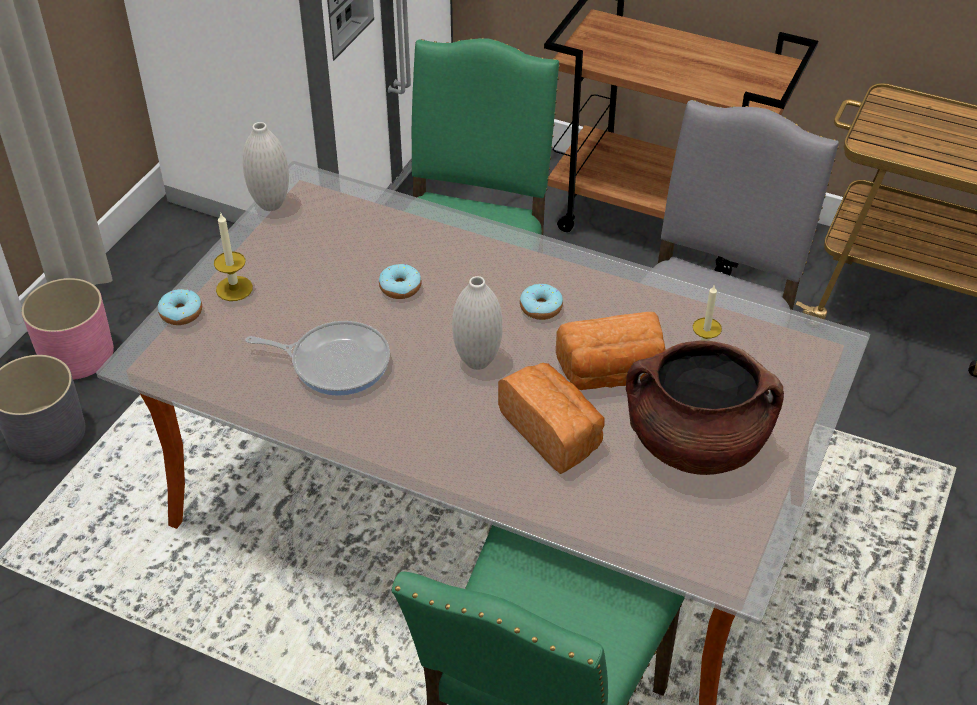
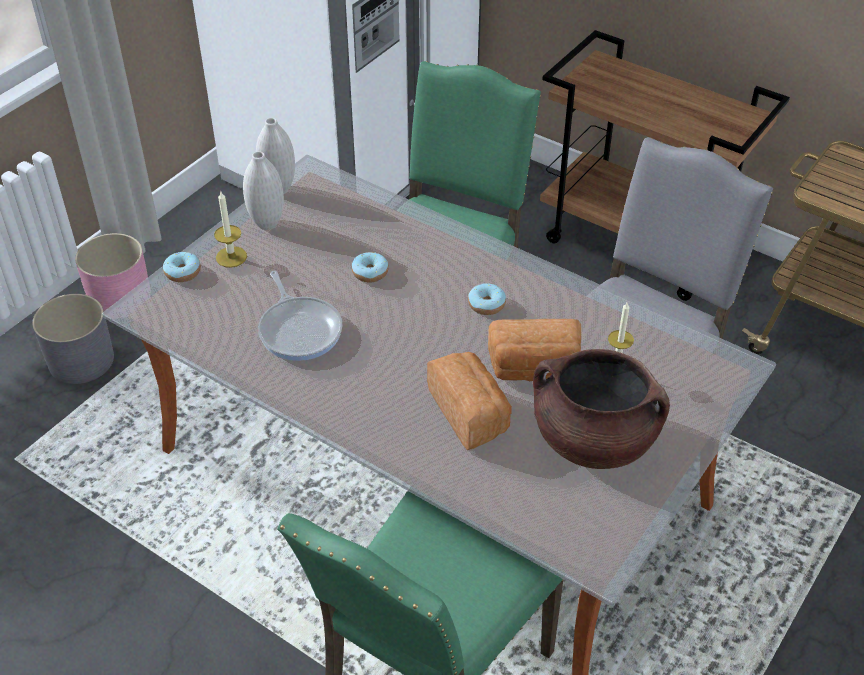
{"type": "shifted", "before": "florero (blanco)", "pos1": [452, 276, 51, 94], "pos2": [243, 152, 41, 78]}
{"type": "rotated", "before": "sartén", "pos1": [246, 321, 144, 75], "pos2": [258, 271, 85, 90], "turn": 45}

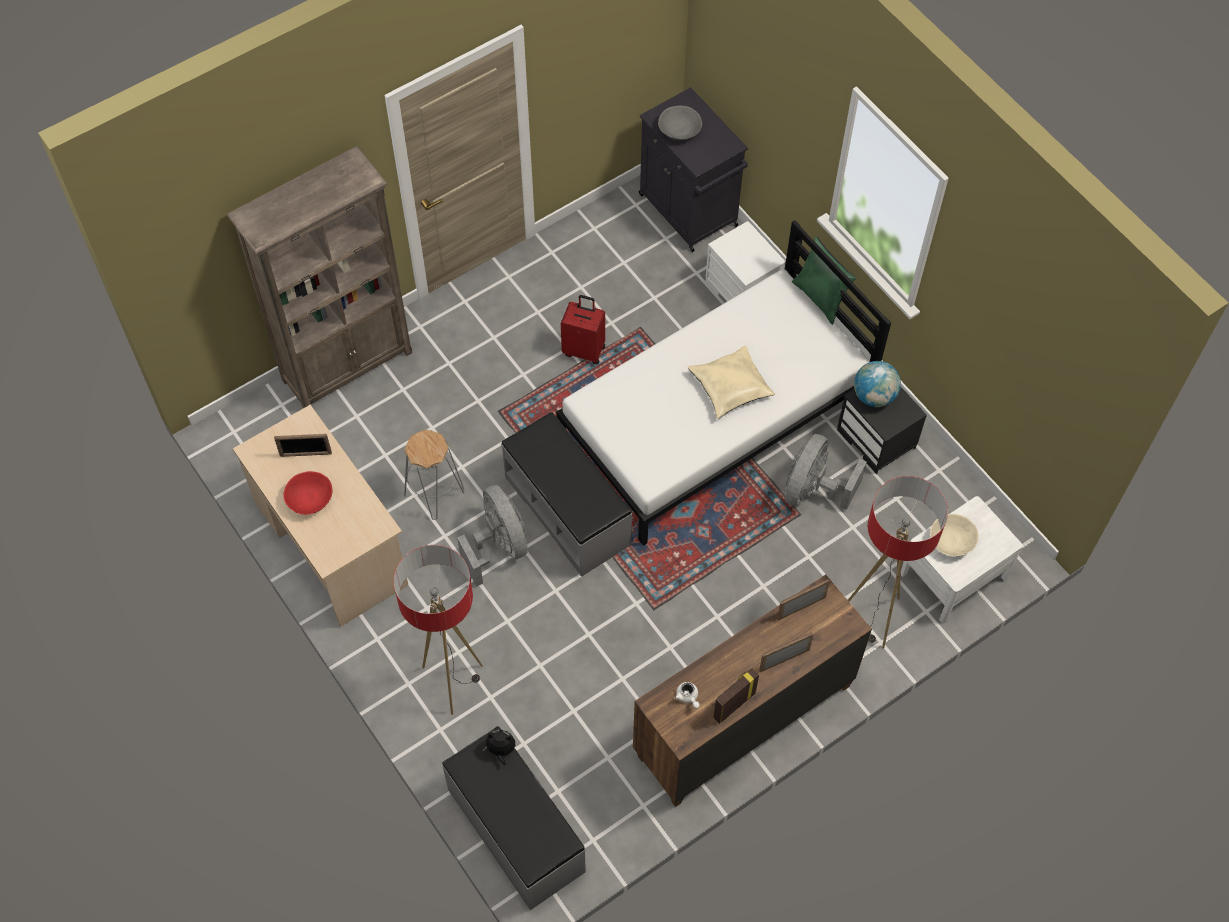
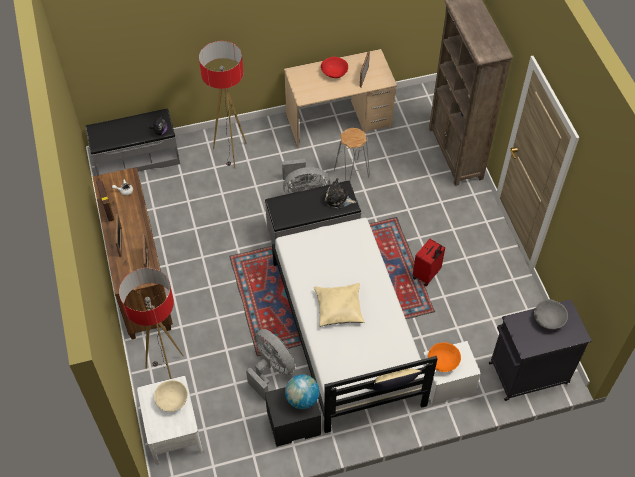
{"type": "new", "after": "peluche", "pos2": [324, 178, 32, 31]}
{"type": "repainted", "before": "cojín (verde)", "after": "cojín (beis)", "pos1": [792, 237, 64, 88], "pos2": [366, 368, 56, 23]}
{"type": "new", "after": "cuenco (naranja)", "pos2": [428, 342, 33, 30]}

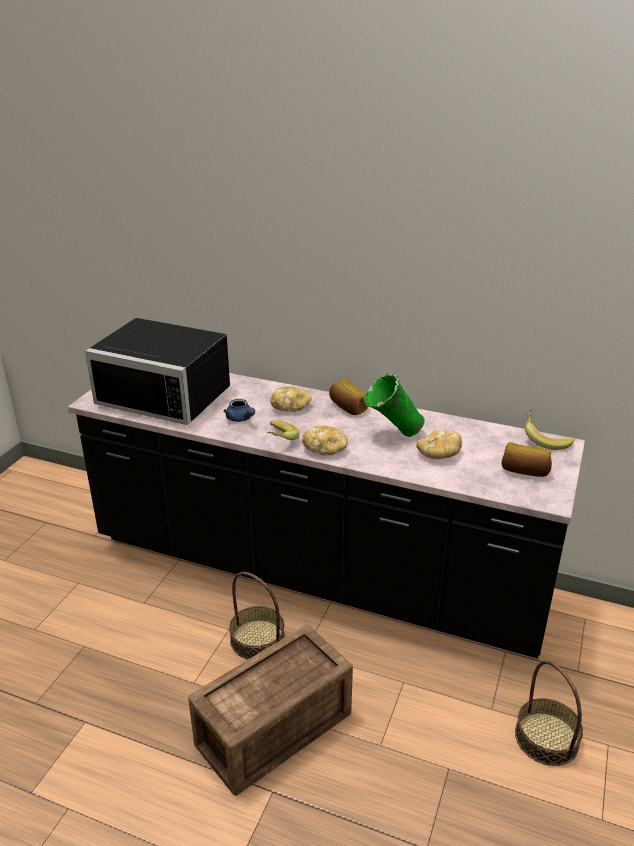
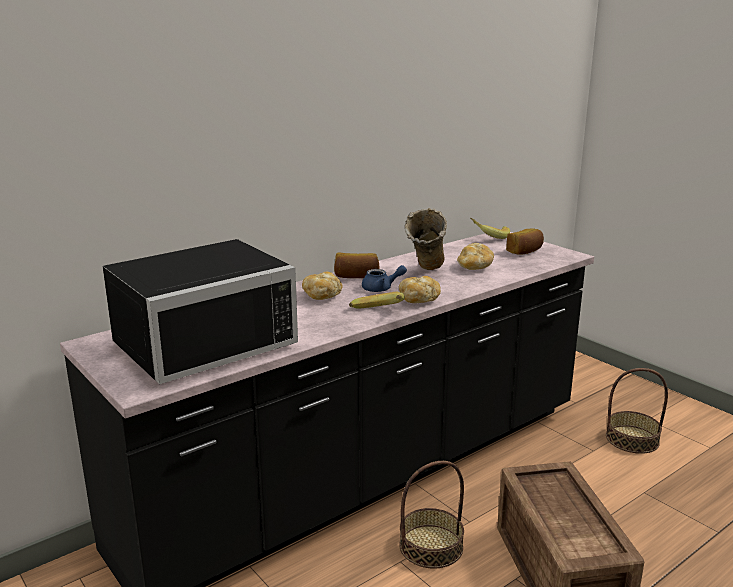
{"type": "shifted", "before": "tetera (azul)", "pos1": [223, 399, 32, 23], "pos2": [362, 265, 45, 27]}
{"type": "repainted", "before": "florero (verde)", "after": "florero (beis)", "pos1": [364, 373, 61, 64], "pos2": [405, 208, 42, 62]}

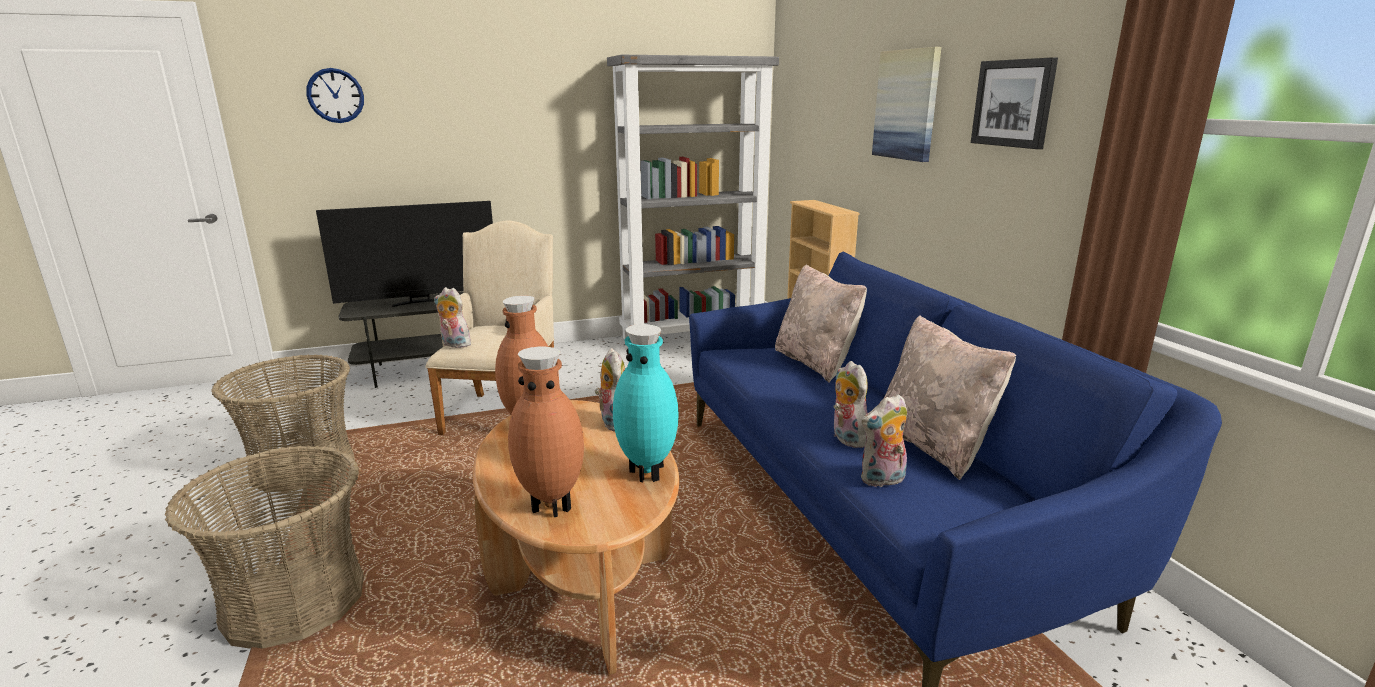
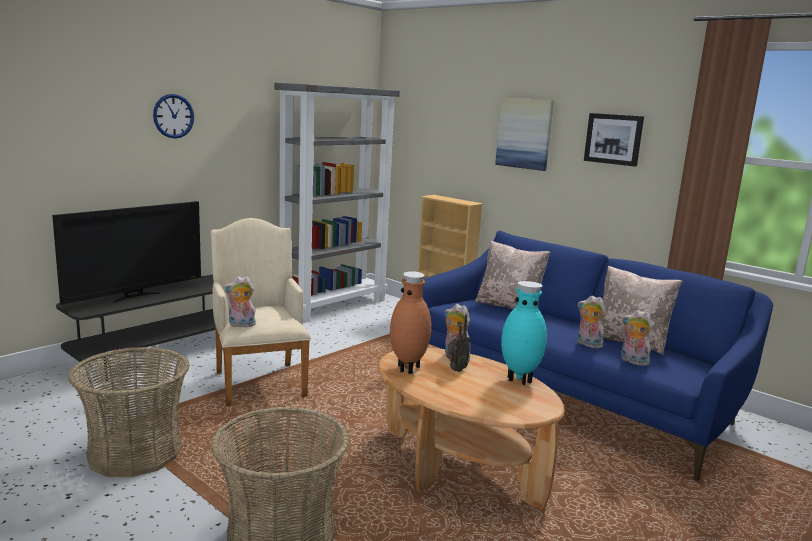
{"type": "shifted", "before": "reloj de pared", "pos1": [306, 68, 58, 55], "pos2": [153, 94, 41, 45]}
{"type": "new", "after": "radio", "pos2": [447, 314, 23, 58]}
{"type": "rotated", "before": "peluche", "pos1": [861, 394, 49, 94], "pos2": [621, 310, 32, 56], "turn": 90}
{"type": "gone", "before": "florero (marrón)", "pos1": [508, 347, 76, 170]}

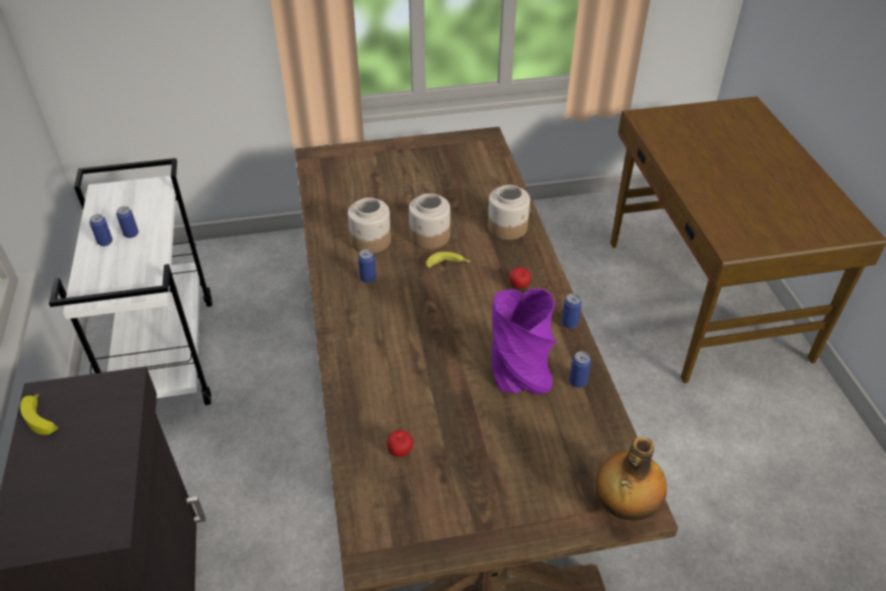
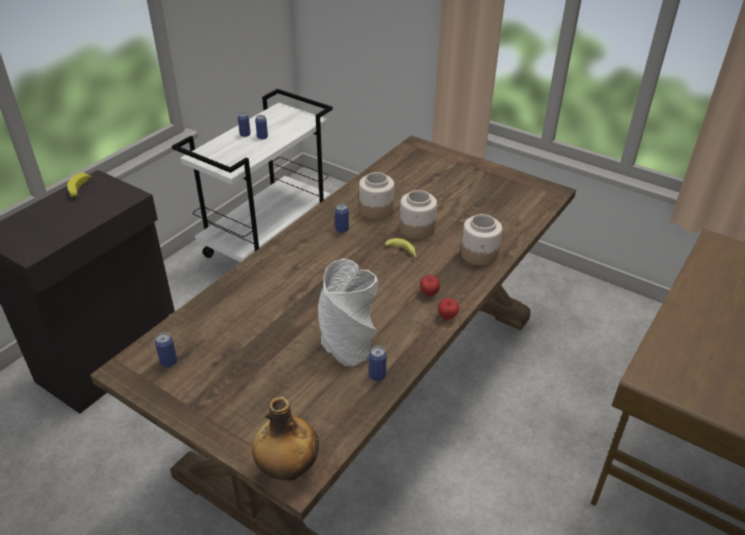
{"type": "shifted", "before": "lata", "pos1": [561, 293, 21, 35], "pos2": [155, 333, 22, 34]}
{"type": "repainted", "before": "florero (morado)", "after": "florero (gris)", "pos1": [492, 288, 64, 106], "pos2": [318, 259, 60, 107]}
{"type": "shifted", "before": "manzana", "pos1": [387, 430, 26, 27], "pos2": [438, 298, 21, 21]}

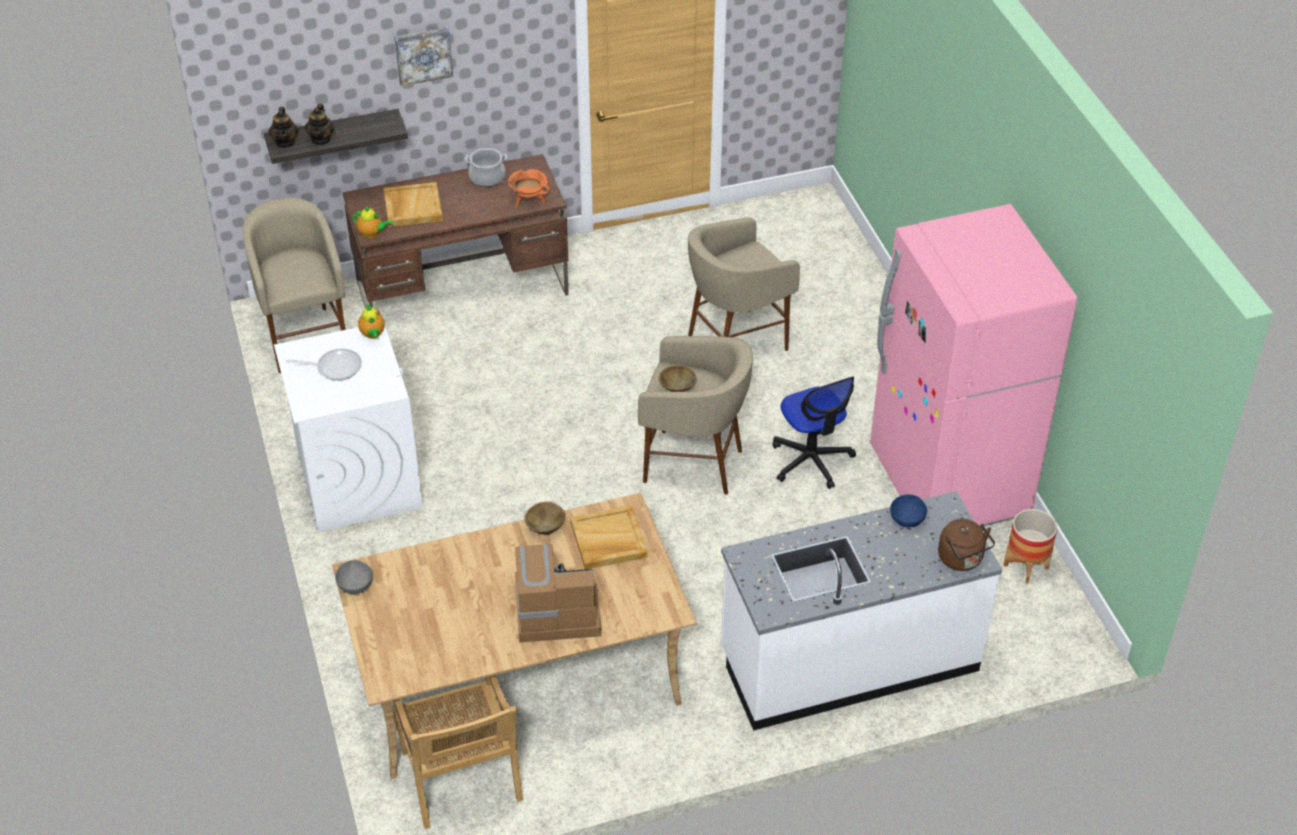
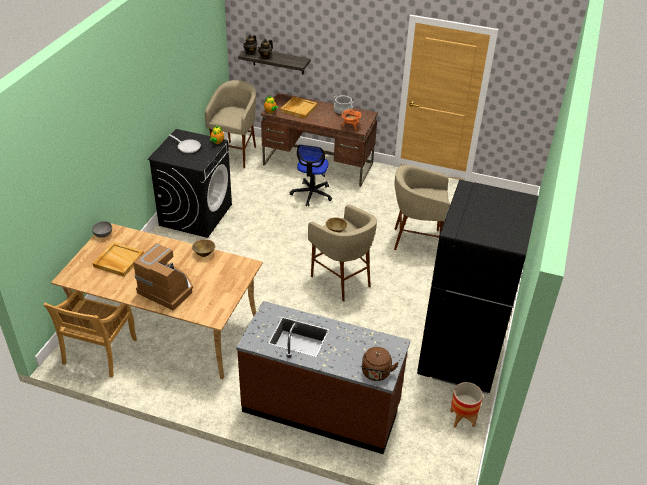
{"type": "shifted", "before": "bandeja (beis)", "pos1": [570, 505, 78, 64], "pos2": [93, 242, 51, 35]}
{"type": "repainted", "before": "lavadora (blanco)", "after": "lavadora (negro)", "pos1": [274, 325, 149, 207], "pos2": [148, 129, 84, 109]}
{"type": "repainted", "before": "mueble bajo de cocina (blanco)", "after": "mueble bajo de cocina (marrón)", "pos1": [721, 491, 281, 240], "pos2": [236, 301, 174, 153]}
{"type": "shifted", "before": "silla de oficina", "pos1": [773, 376, 83, 113], "pos2": [289, 144, 43, 62]}
{"type": "repainted", "before": "nevera (rosa)", "after": "nevera (negro)", "pos1": [870, 204, 207, 322], "pos2": [417, 180, 121, 214]}
{"type": "gone", "before": "cuadro", "pos1": [394, 27, 59, 59]}
{"type": "gone", "before": "cuenco (azul)", "pos1": [890, 494, 37, 33]}

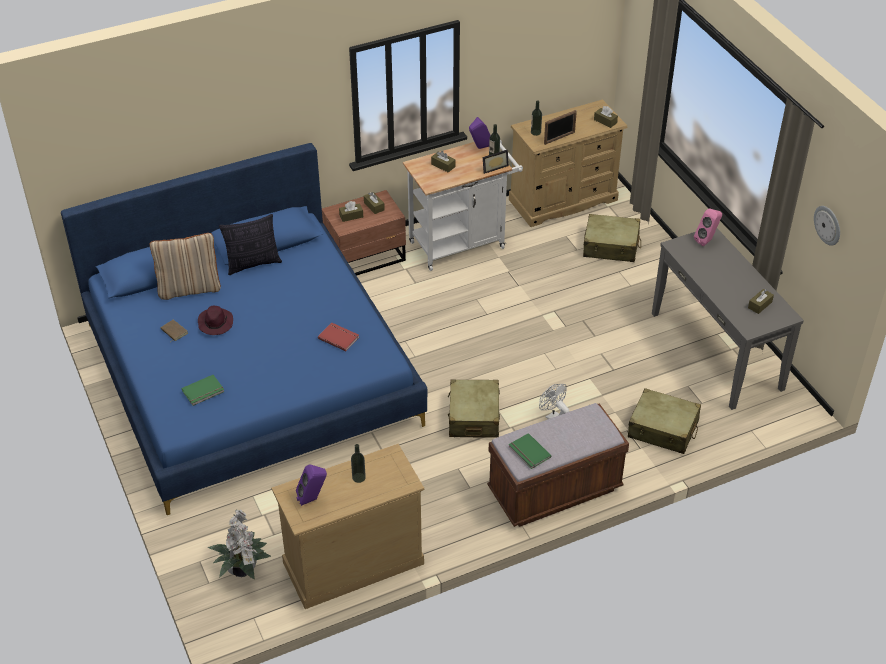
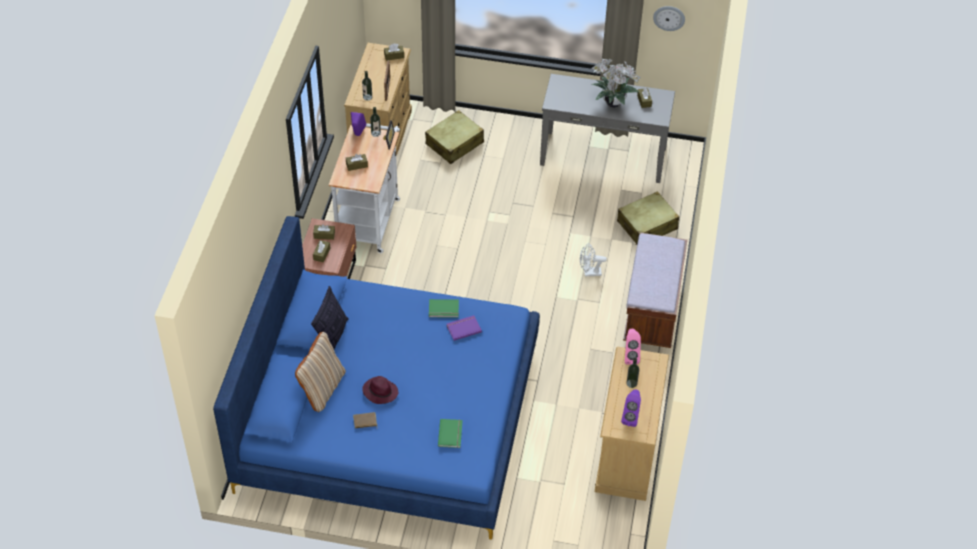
{"type": "shifted", "before": "libro (verde)", "pos1": [509, 433, 42, 36], "pos2": [429, 299, 30, 19]}
{"type": "repainted", "before": "libro (rojo)", "after": "libro (morado)", "pos1": [318, 323, 41, 28], "pos2": [446, 315, 36, 26]}
{"type": "shifted", "before": "planta en maceta", "pos1": [207, 509, 64, 70], "pos2": [592, 58, 49, 50]}
{"type": "shifted", "before": "altavoz (rosa)", "pos1": [694, 208, 28, 38], "pos2": [625, 329, 16, 36]}
{"type": "gone", "before": "maleta (beis)", "pos1": [448, 380, 52, 58]}

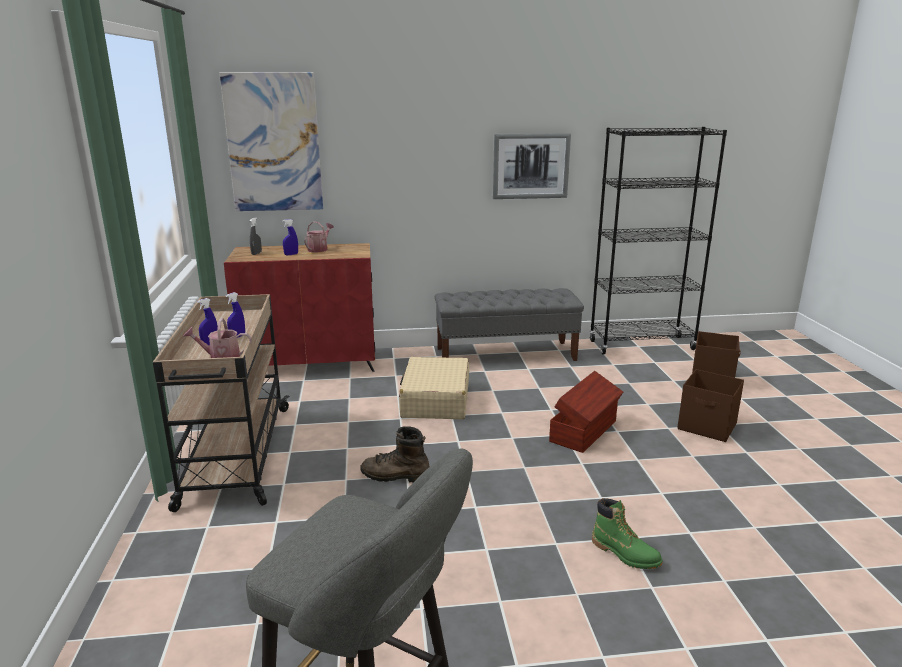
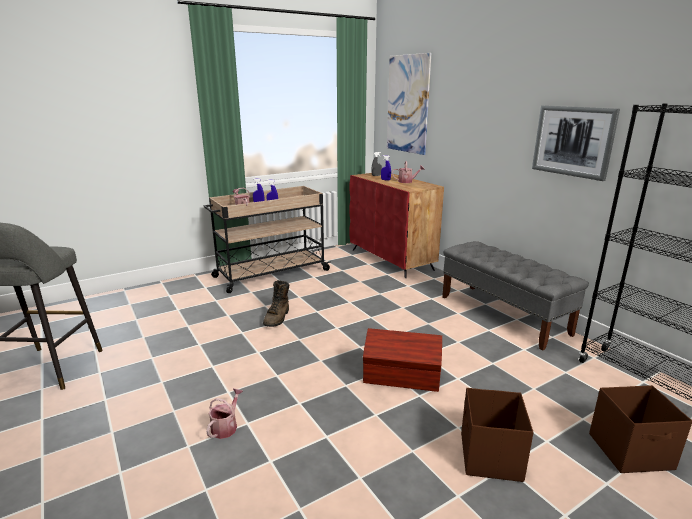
{"type": "swapped", "before": "bota (verde)", "after": "regadera", "pos1": [592, 498, 71, 71], "pos2": [206, 388, 37, 51]}
{"type": "rotated", "before": "bota (marrón)", "pos1": [360, 426, 69, 56], "pos2": [263, 280, 26, 47], "turn": -150}
{"type": "gone", "before": "maleta (beis)", "pos1": [399, 357, 70, 62]}

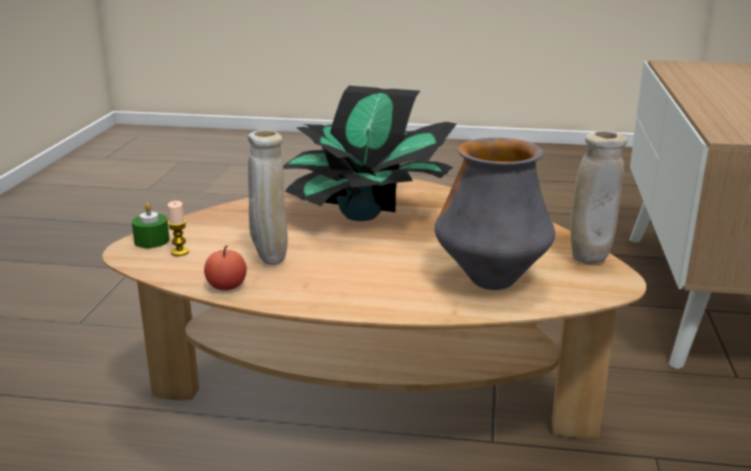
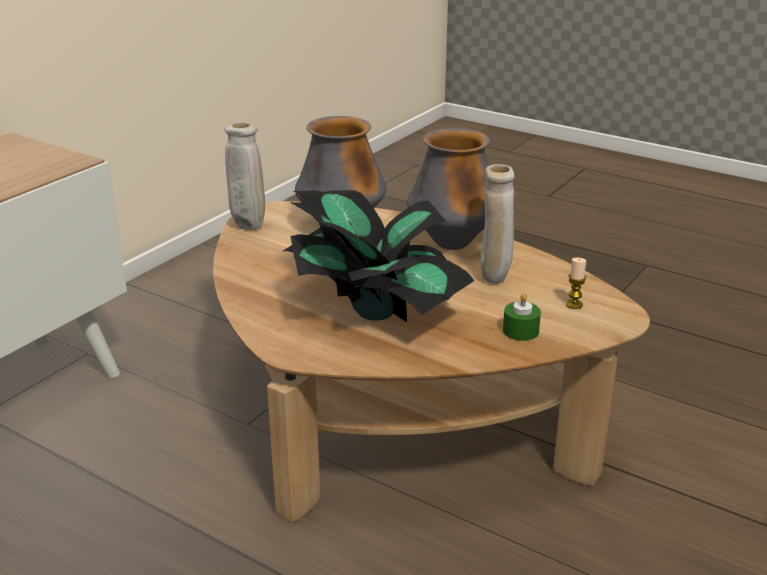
{"type": "new", "after": "florero", "pos2": [407, 128, 83, 122]}
{"type": "shifted", "before": "vela (verde)", "pos1": [132, 202, 38, 46], "pos2": [503, 293, 38, 48]}
{"type": "gone", "before": "manzana", "pos1": [204, 245, 43, 46]}

